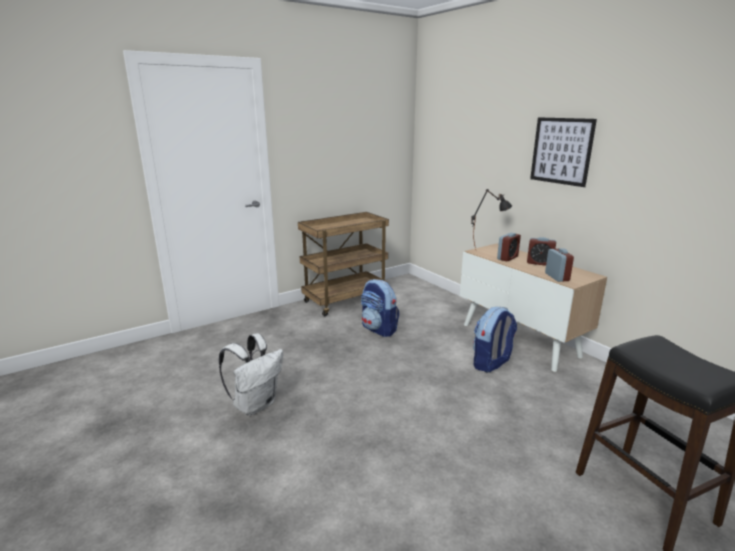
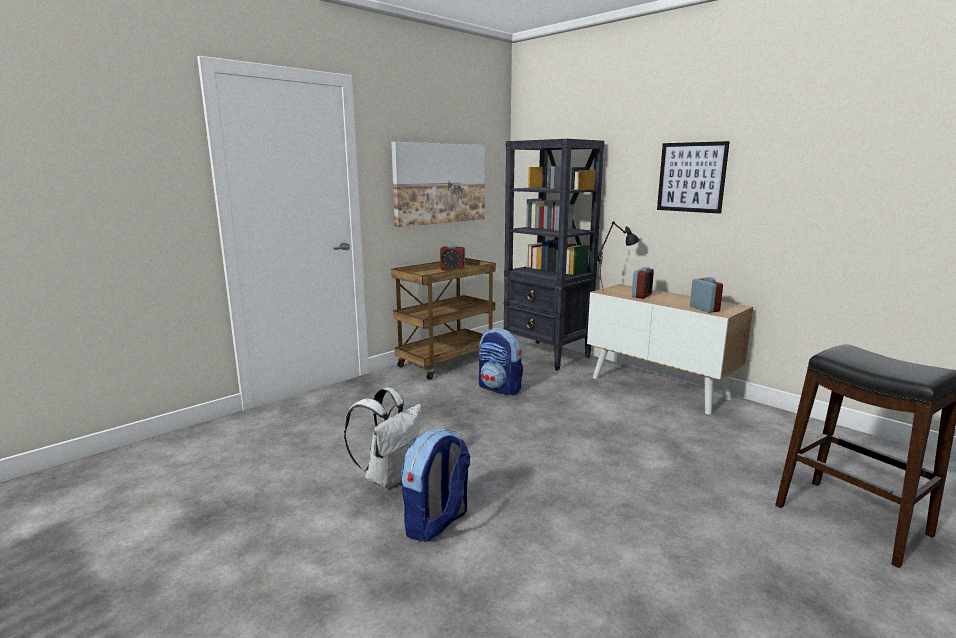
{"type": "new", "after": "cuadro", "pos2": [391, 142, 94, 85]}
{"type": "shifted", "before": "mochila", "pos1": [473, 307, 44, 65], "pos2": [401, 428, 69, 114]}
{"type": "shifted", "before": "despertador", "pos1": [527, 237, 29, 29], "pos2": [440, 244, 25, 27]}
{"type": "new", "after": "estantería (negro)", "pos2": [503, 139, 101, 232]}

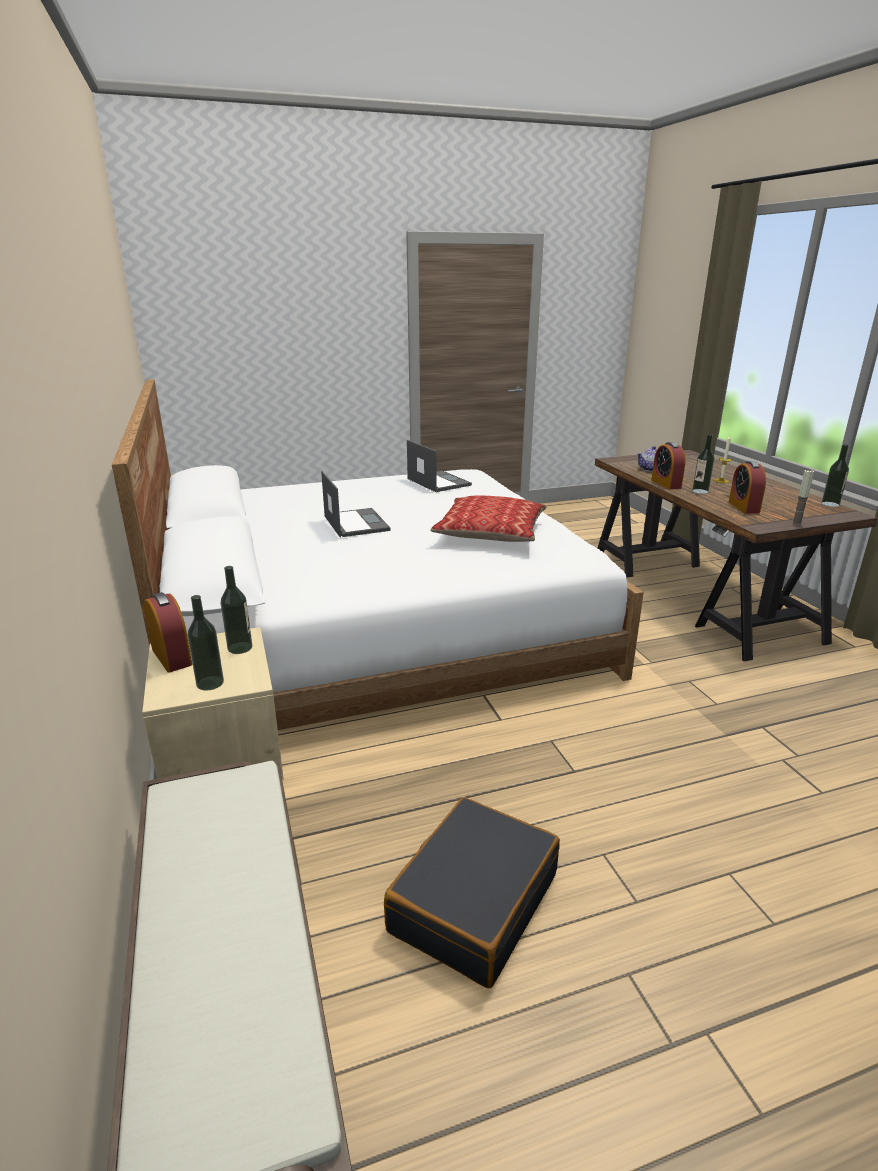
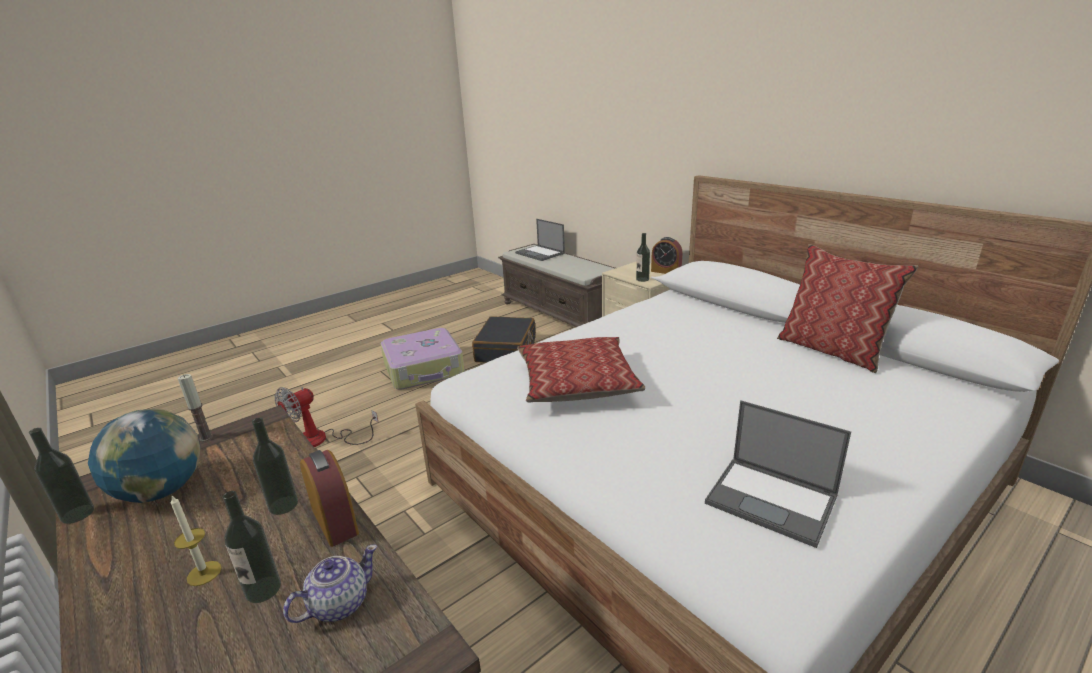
{"type": "new", "after": "globo terráqueo", "pos2": [88, 409, 112, 94]}
{"type": "shifted", "before": "botella", "pos1": [187, 595, 37, 95], "pos2": [223, 491, 58, 112]}
{"type": "new", "after": "ventilador", "pos2": [275, 387, 103, 60]}
{"type": "new", "after": "maleta", "pos2": [381, 328, 84, 62]}
{"type": "shifted", "before": "portátil", "pos1": [321, 471, 70, 66], "pos2": [515, 219, 50, 42]}
{"type": "new", "after": "cojín", "pos2": [777, 244, 142, 129]}
{"type": "gone", "before": "despertador", "pos1": [729, 461, 37, 53]}

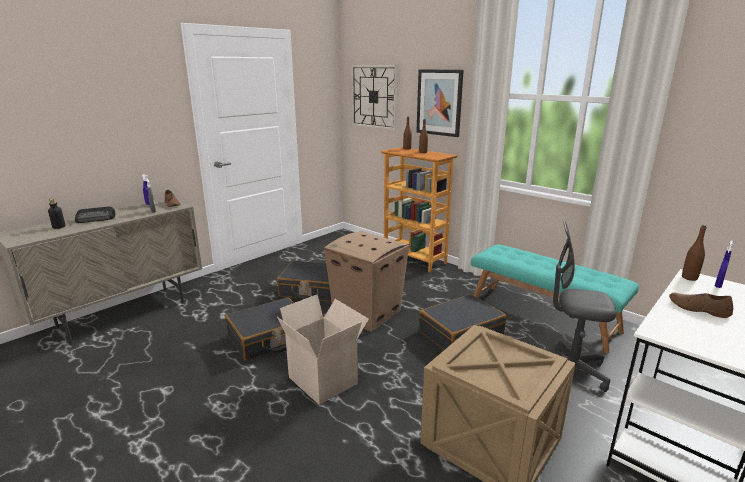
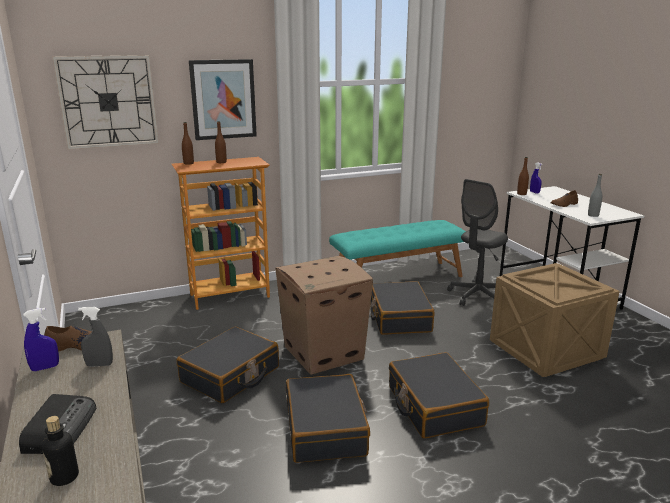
{"type": "swapped", "before": "caja de cartón", "after": "maleta (negro)", "pos1": [277, 294, 92, 111], "pos2": [389, 352, 100, 87]}
{"type": "new", "after": "botella (gris)", "pos2": [588, 174, 14, 43]}

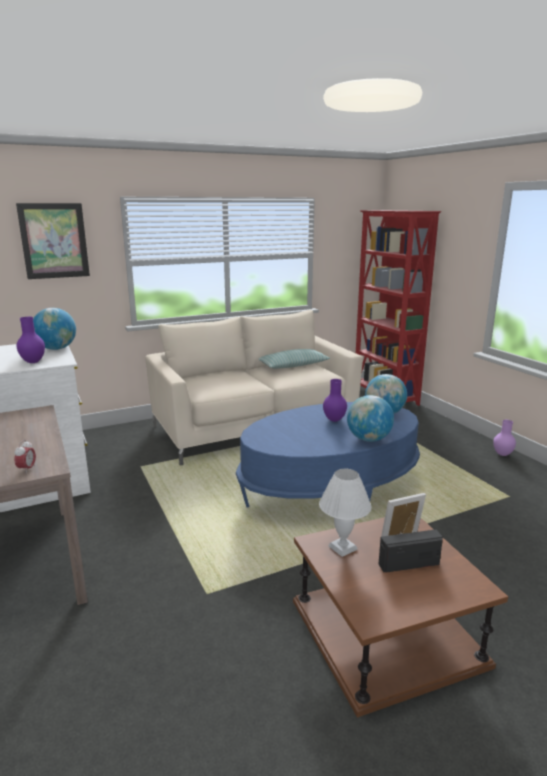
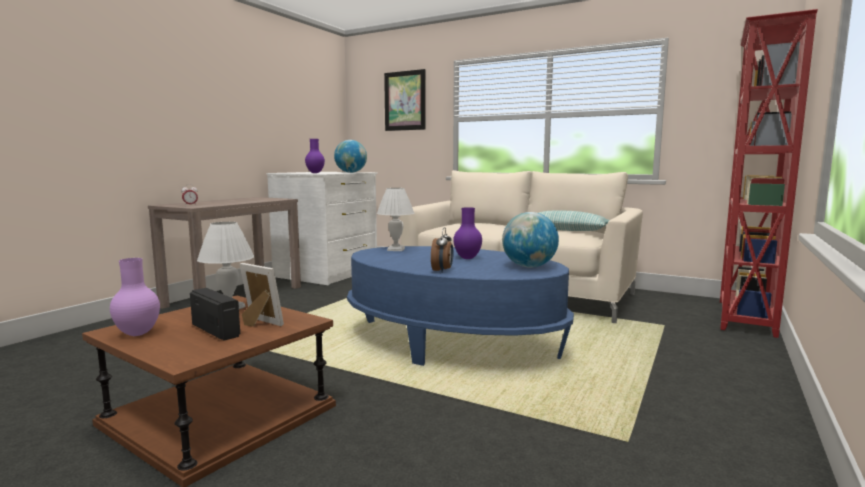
{"type": "shifted", "before": "florero (morado)", "pos1": [493, 420, 23, 36], "pos2": [110, 258, 50, 78]}
{"type": "new", "after": "lámpara de mesa (blanco)", "pos2": [377, 188, 37, 63]}
{"type": "swapped", "before": "globo terráqueo", "after": "despertador", "pos1": [347, 395, 47, 47], "pos2": [431, 227, 23, 45]}

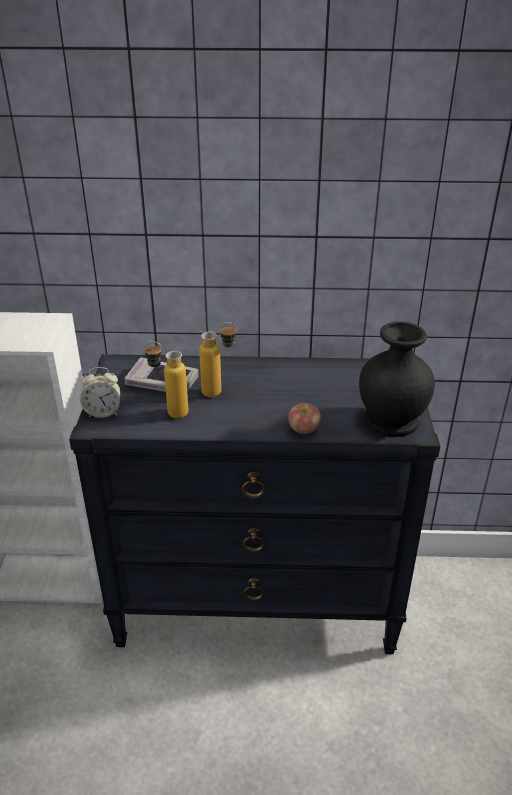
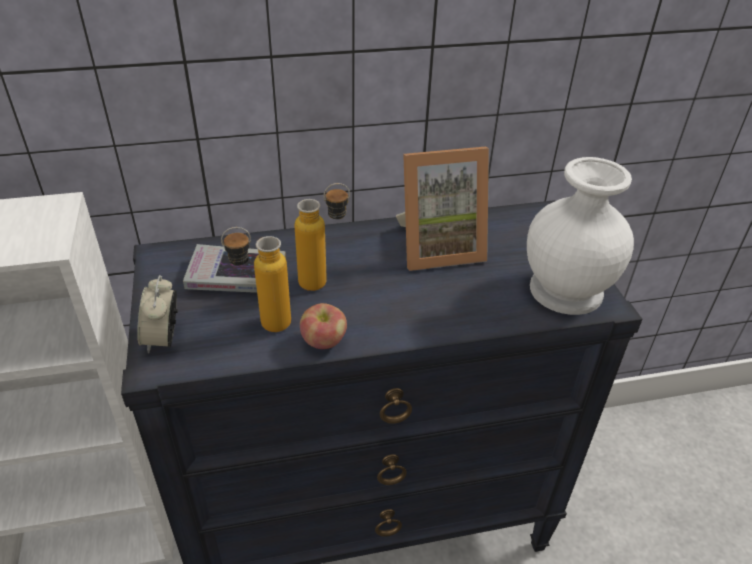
{"type": "rotated", "before": "despertador", "pos1": [80, 367, 40, 51], "pos2": [137, 275, 41, 79], "turn": 105}
{"type": "shifted", "before": "manzana", "pos1": [289, 403, 32, 31], "pos2": [300, 303, 47, 46]}
{"type": "new", "after": "portarretratos", "pos2": [396, 147, 93, 124]}
{"type": "repainted", "before": "florero (negro)", "after": "florero (blanco)", "pos1": [359, 322, 76, 115], "pos2": [527, 157, 107, 158]}

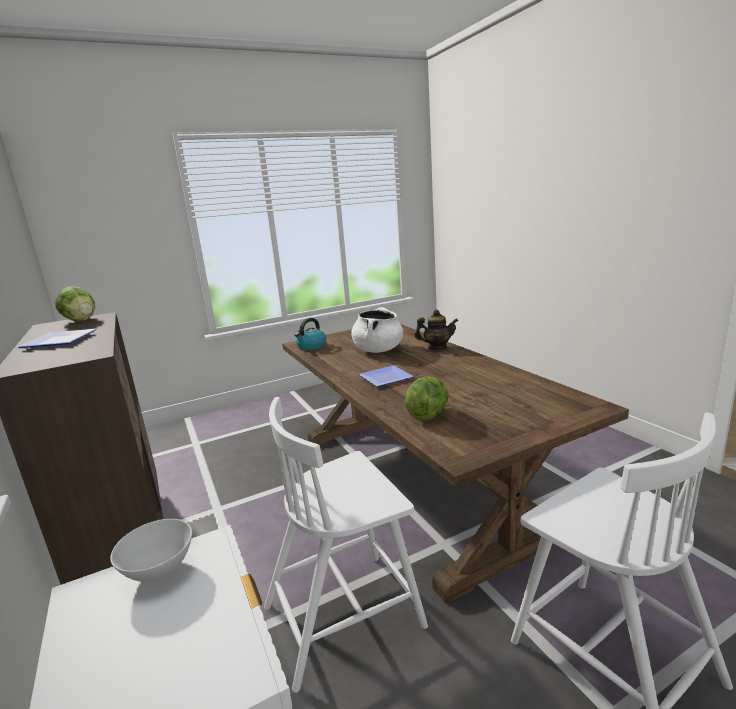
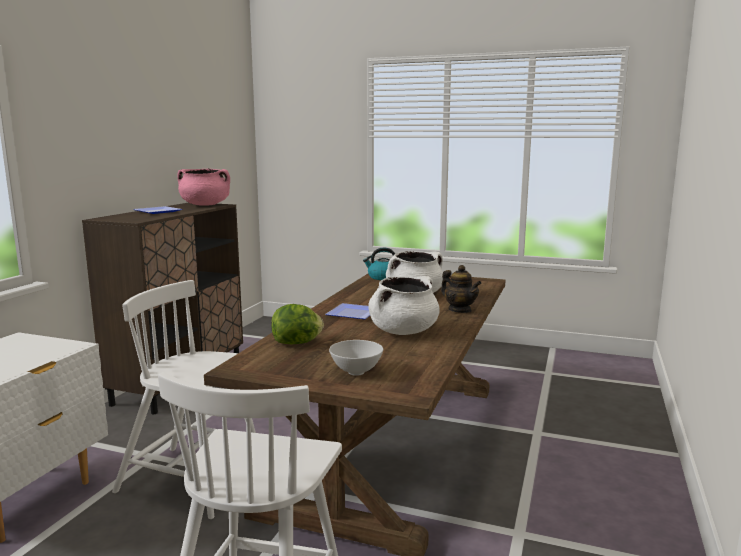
{"type": "swapped", "before": "lechuga", "after": "olla (rosa)", "pos1": [55, 286, 40, 36], "pos2": [177, 169, 53, 37]}
{"type": "shifted", "before": "cuenco (blanco)", "pos1": [110, 519, 82, 63], "pos2": [329, 340, 54, 36]}
{"type": "new", "after": "olla (blanco)", "pos2": [368, 276, 72, 59]}

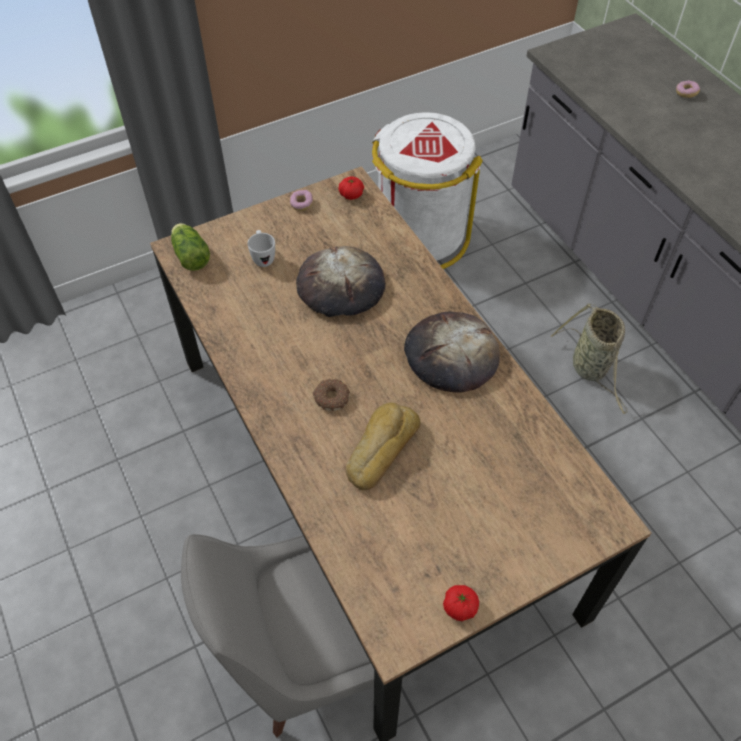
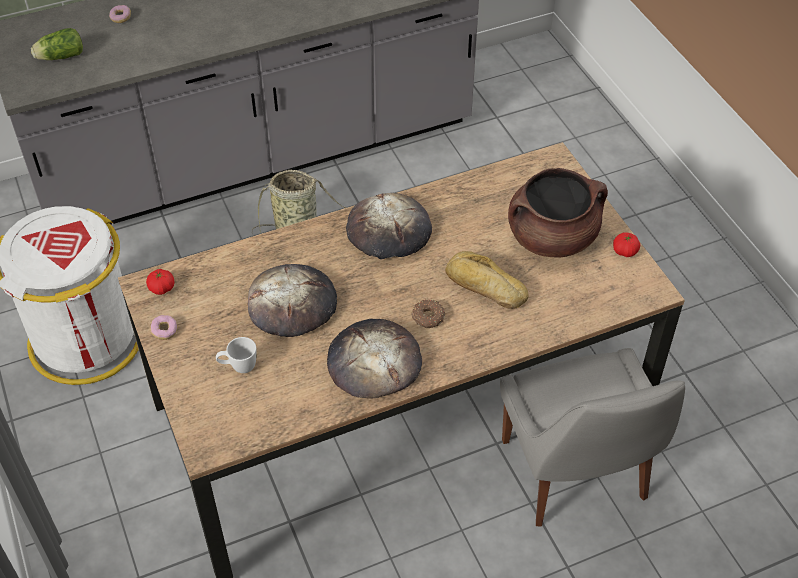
{"type": "shifted", "before": "lechuga", "pos1": [171, 223, 39, 48], "pos2": [31, 28, 52, 32]}
{"type": "new", "after": "pan", "pos2": [327, 319, 95, 80]}
{"type": "new", "after": "olla (marrón)", "pos2": [508, 168, 100, 90]}

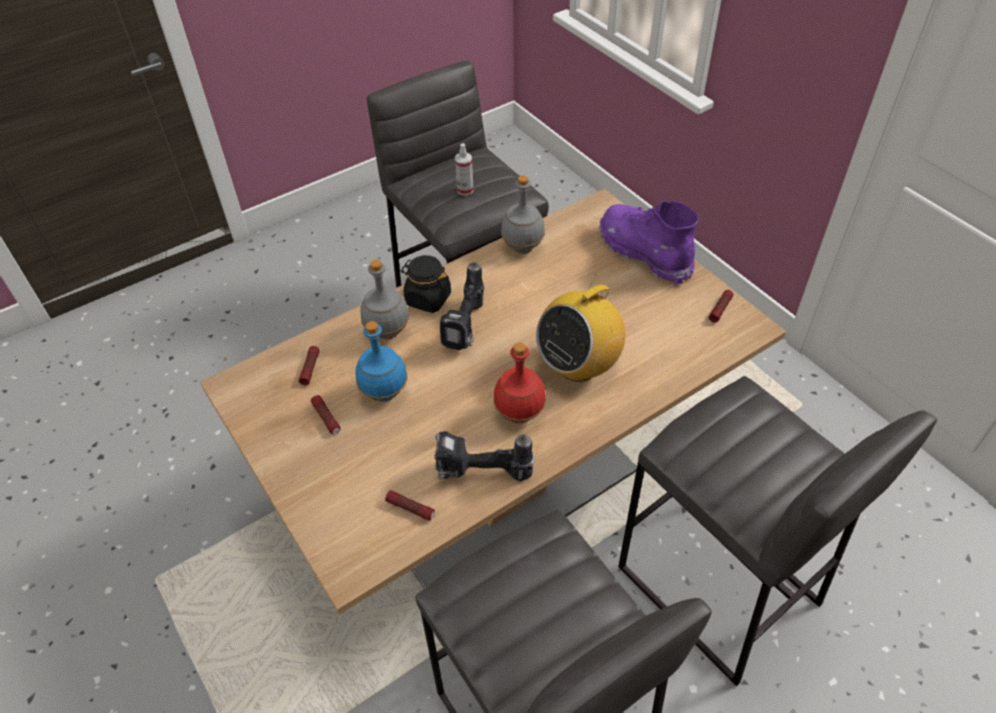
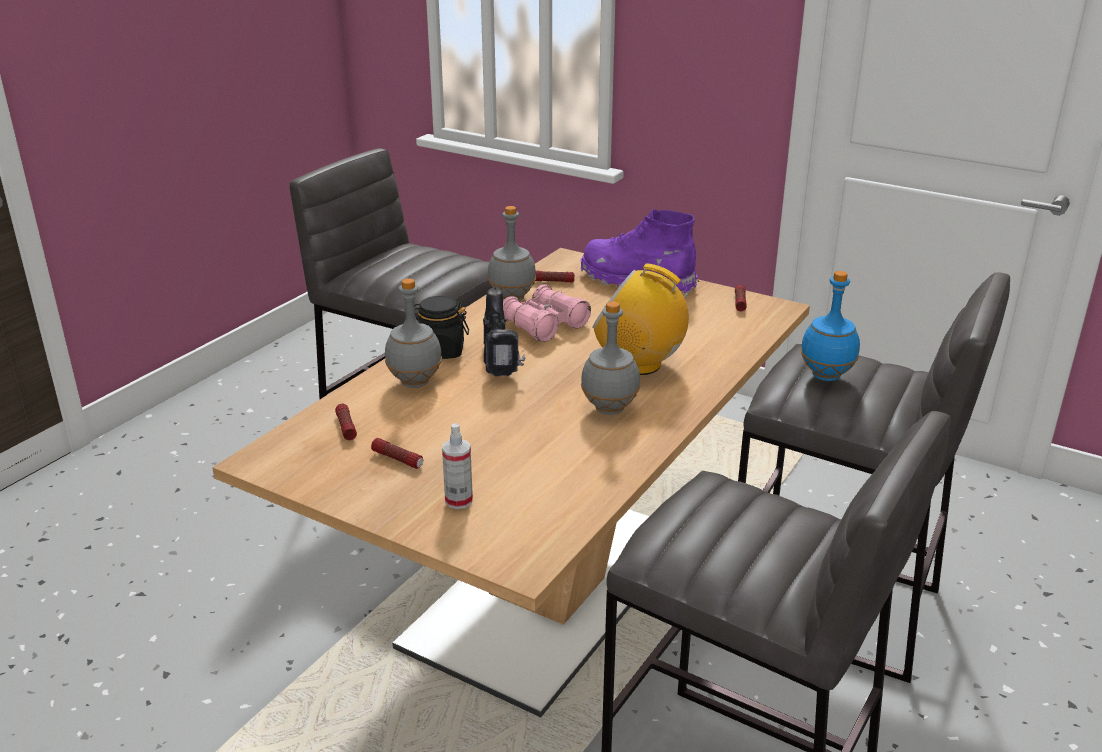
{"type": "shifted", "before": "pulverizador", "pos1": [455, 143, 19, 52], "pos2": [442, 423, 31, 86]}
{"type": "new", "after": "prismáticos (rosa)", "pos2": [503, 284, 88, 58]}
{"type": "shifted", "before": "linterna", "pos1": [385, 490, 50, 31], "pos2": [535, 271, 40, 11]}
{"type": "repainted", "before": "botella (rojo)", "after": "botella (gris)", "pos1": [494, 343, 52, 80], "pos2": [581, 301, 59, 114]}
{"type": "rotated", "before": "radio", "pos1": [536, 275, 89, 107], "pos2": [592, 263, 108, 112], "turn": 90}
{"type": "shifted", "before": "botella (azul)", "pos1": [356, 321, 51, 81], "pos2": [800, 271, 60, 110]}
{"type": "gone", "before": "taladro", "pos1": [435, 431, 100, 50]}

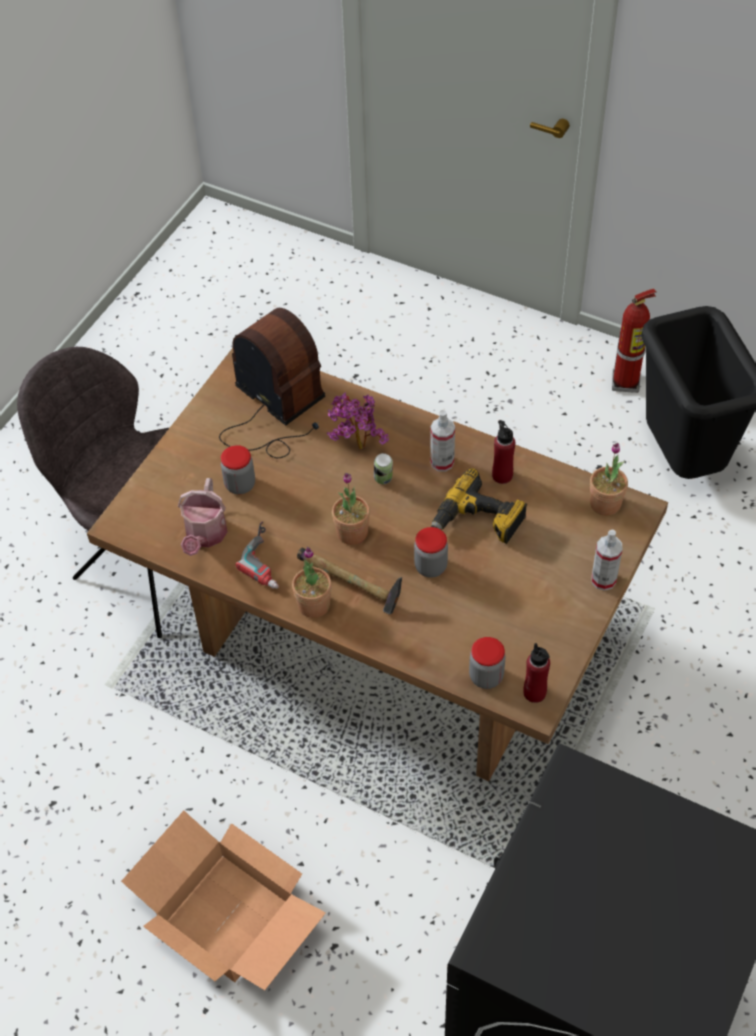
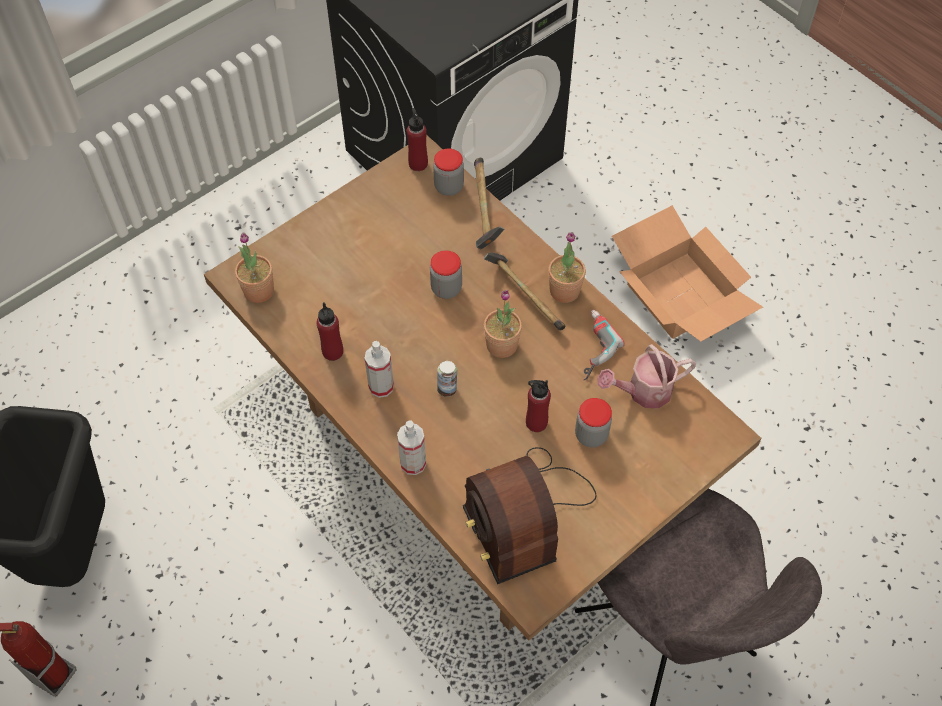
{"type": "shifted", "before": "pulverizador", "pos1": [591, 530, 32, 61], "pos2": [397, 420, 29, 55]}
{"type": "new", "after": "martillo", "pos2": [474, 158, 31, 91]}
{"type": "new", "after": "botella (rojo)", "pos2": [526, 380, 25, 52]}
{"type": "rotated", "before": "regadera", "pos1": [178, 478, 49, 78], "pos2": [597, 344, 99, 64], "turn": -135}
{"type": "gone", "before": "planta en maceta", "pos1": [327, 392, 62, 58]}
{"type": "gone", "before": "taladro", "pos1": [431, 468, 96, 76]}

